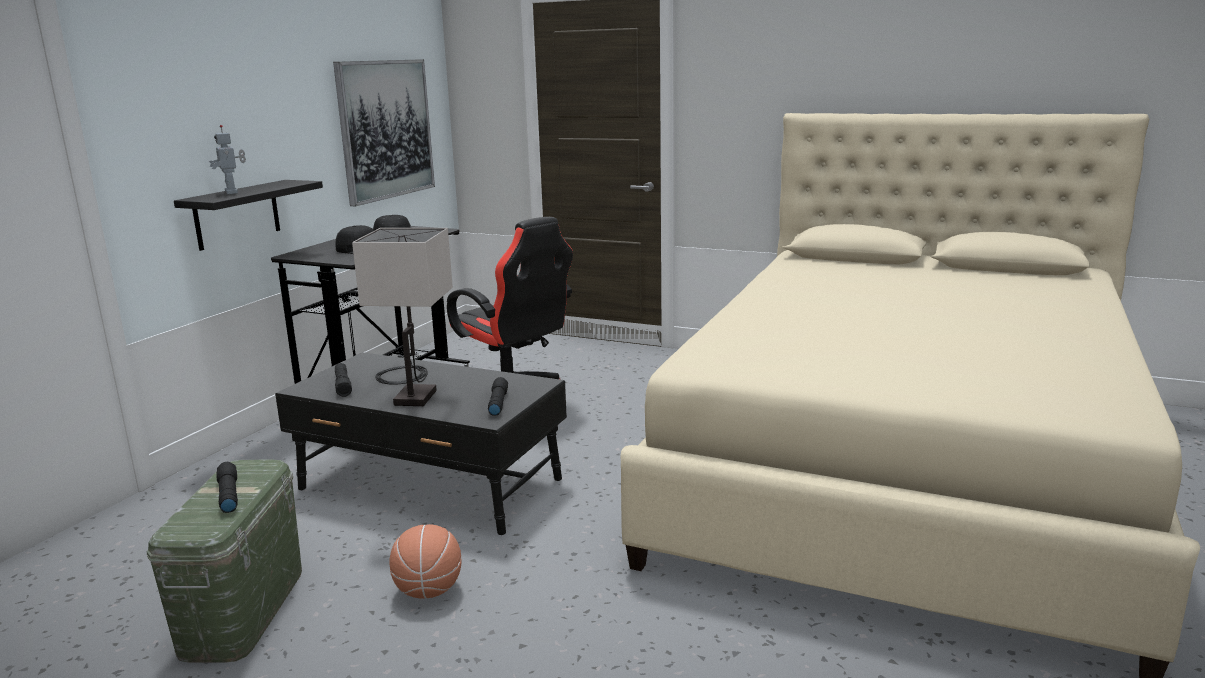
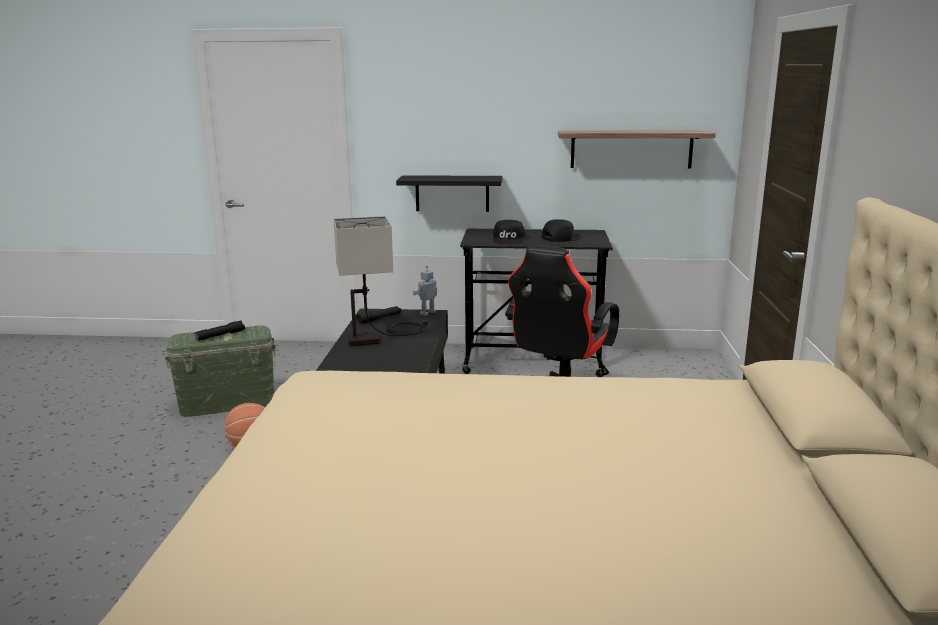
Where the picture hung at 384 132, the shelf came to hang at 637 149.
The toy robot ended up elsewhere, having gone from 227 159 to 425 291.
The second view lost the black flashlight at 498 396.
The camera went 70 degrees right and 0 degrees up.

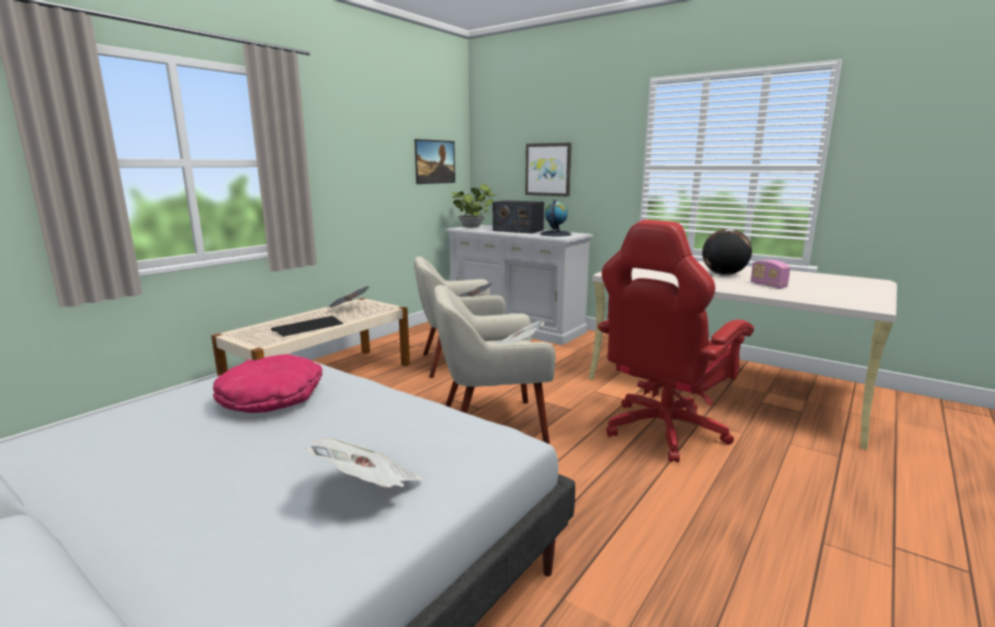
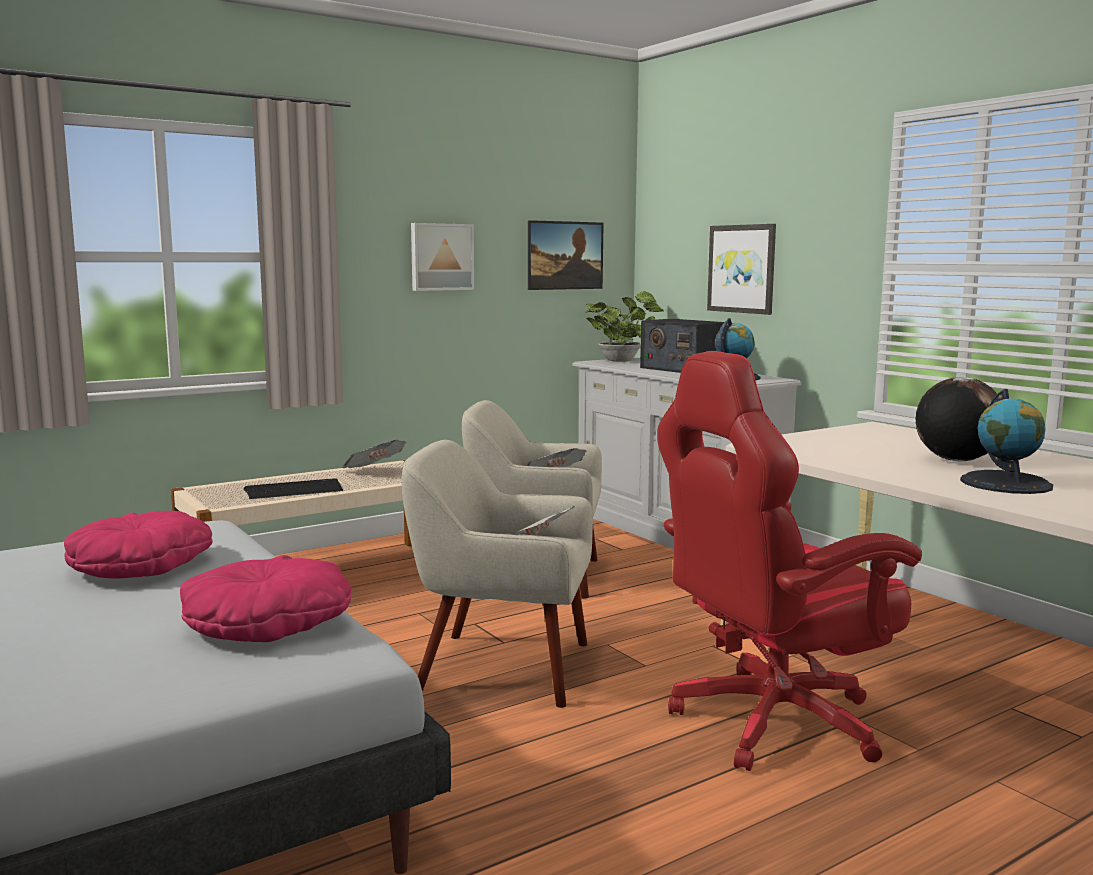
Where the radio stood at 771 274, the globe came to stand at 1006 441.
The second view lost the newspaper at 364 463.
The second view gained the picture at 442 257.
The second view gained the pink pillow at 265 598.
The camera went 20 degrees right and 5 degrees down.

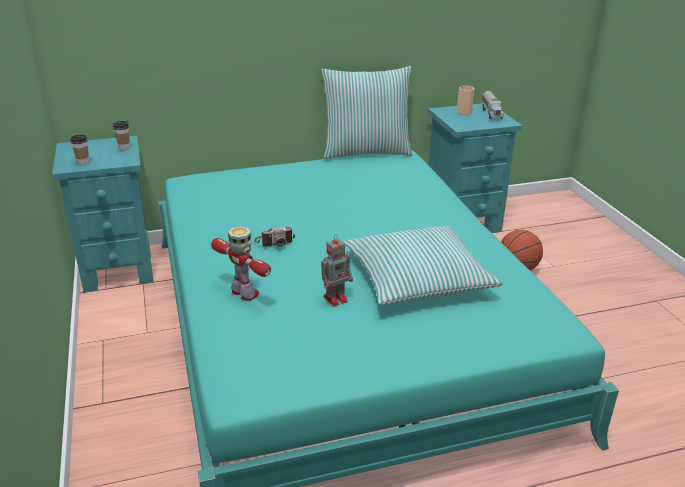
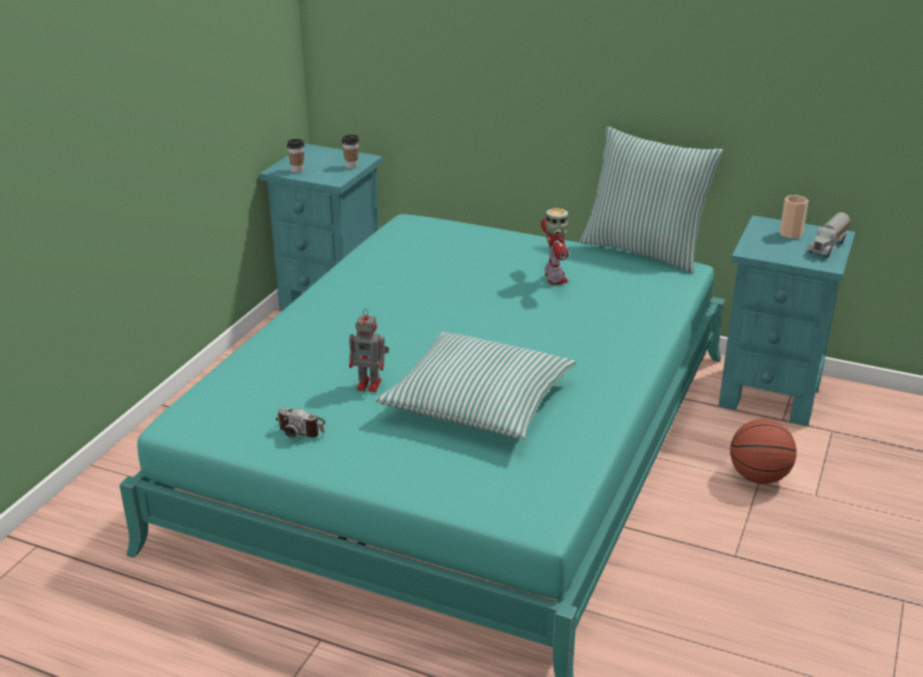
The toy robot ended up elsewhere, having gone from 241 263 to 555 246.
The photo camera ended up elsewhere, having gone from 274 236 to 300 422.
The camera went 40 degrees right and 0 degrees up.

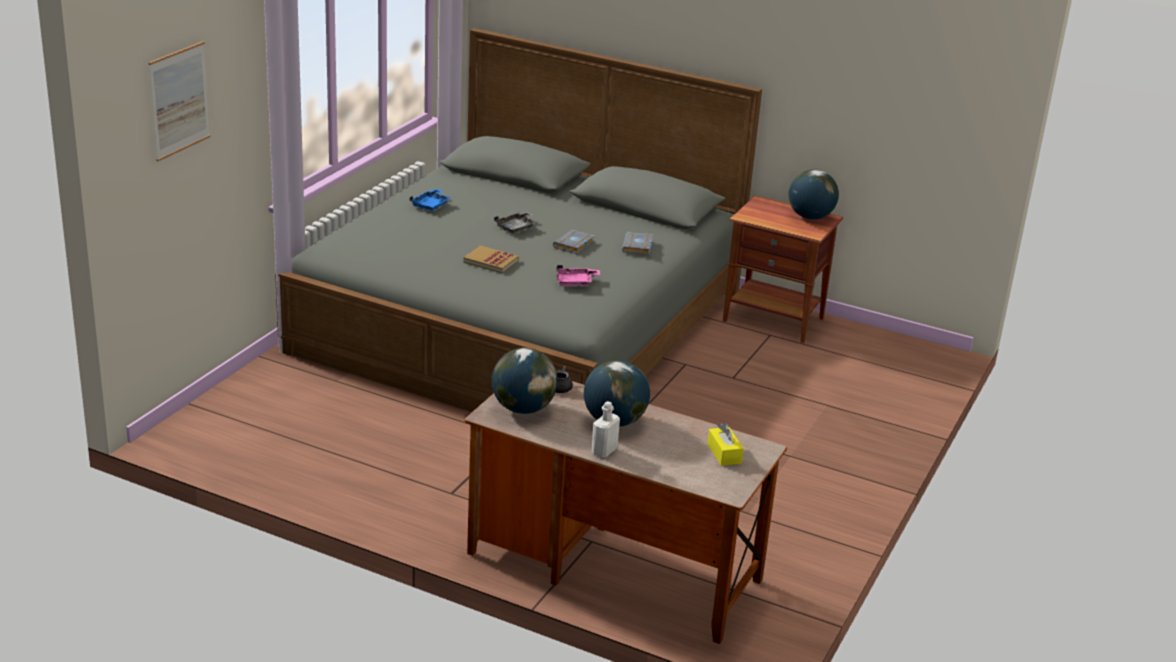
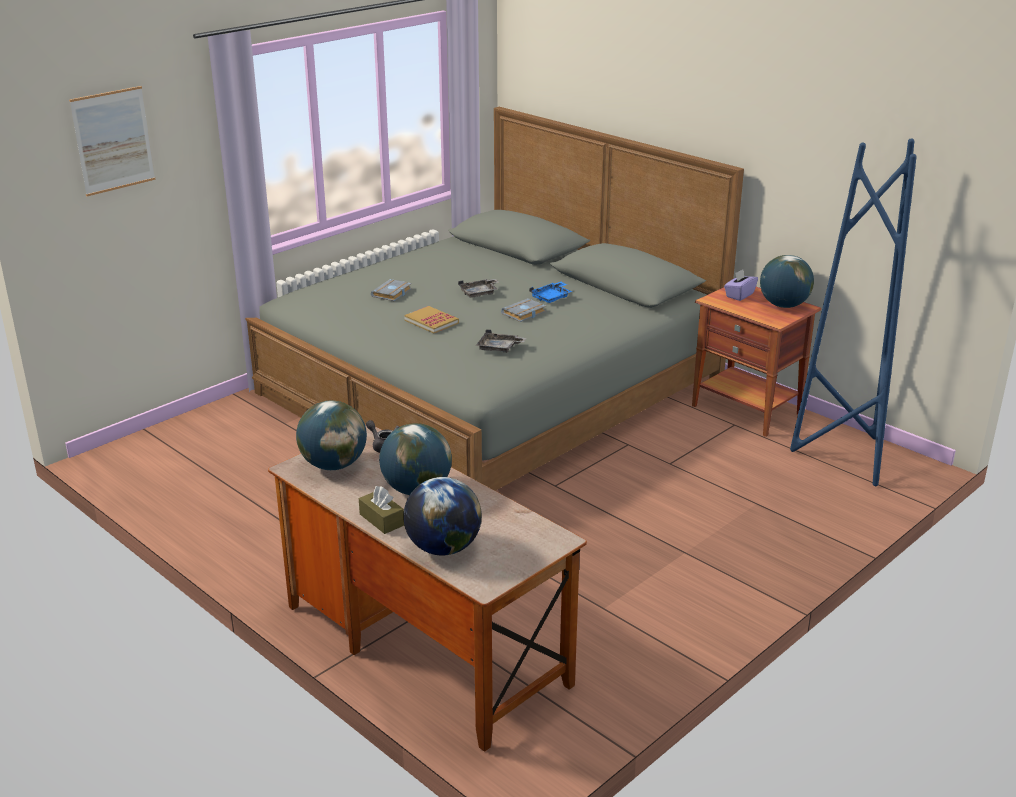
The blue tray ended up elsewhere, having gone from 431 200 to 550 292.
The grey book ended up elsewhere, having gone from 637 243 to 391 290.
What was the pink tray at 578 275 turned into the grey tray at 501 341.
Where the white bottle stood at 606 429, the brown tissue box came to stand at 381 510.
The second view lost the yellow tissue box at 725 444.
The second view gained the blue clothes rack at 853 312.
The second view gained the purple tissue box at 741 285.
The second view gained the globe at 442 516.
The camera went 20 degrees right and 0 degrees up.

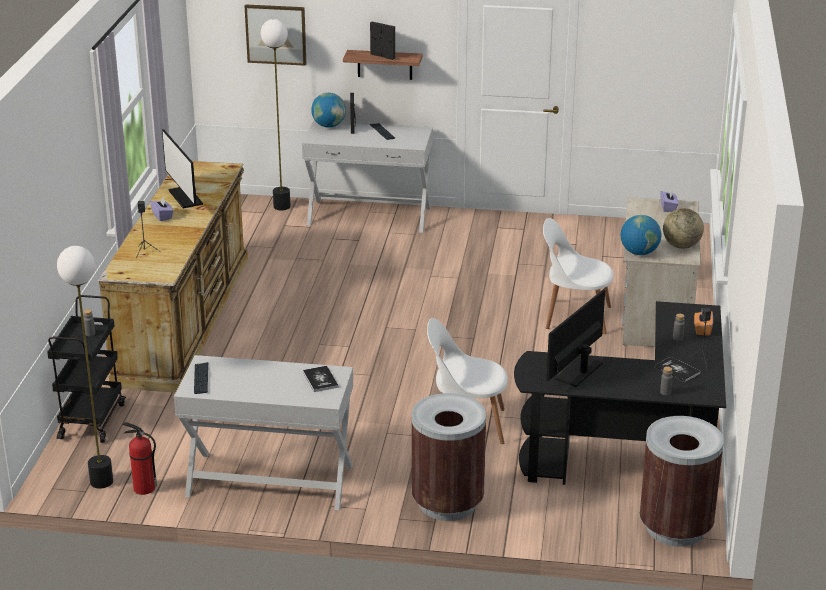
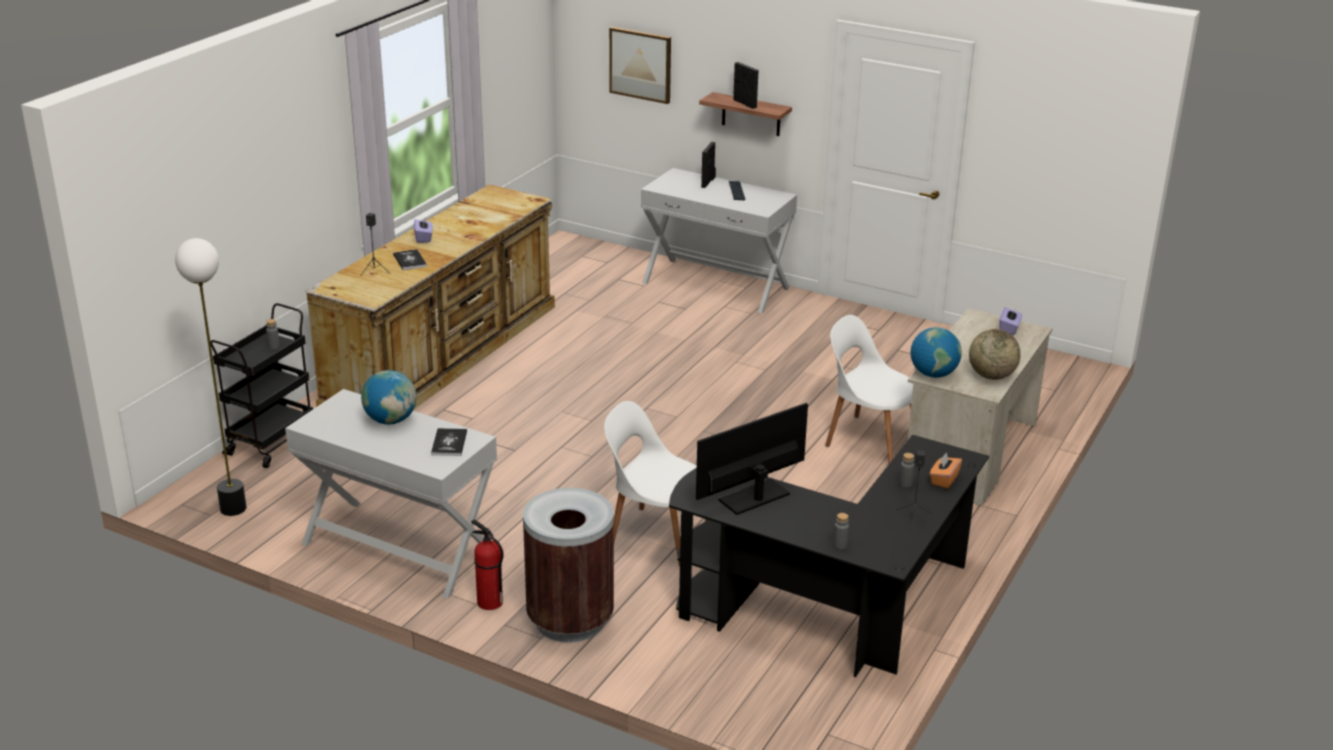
The second view lost the floor lamp at 276 114.
The globe ended up elsewhere, having gone from 328 110 to 389 397.
The second view lost the monitor at 182 168.
The book ended up elsewhere, having gone from 678 369 to 410 259.
The second view lost the keyboard at 201 378.
The second view lost the brown trash can at 681 481.
The fire extinguisher ended up elsewhere, having gone from 139 458 to 487 565.
The camera went 20 degrees right and 0 degrees up.

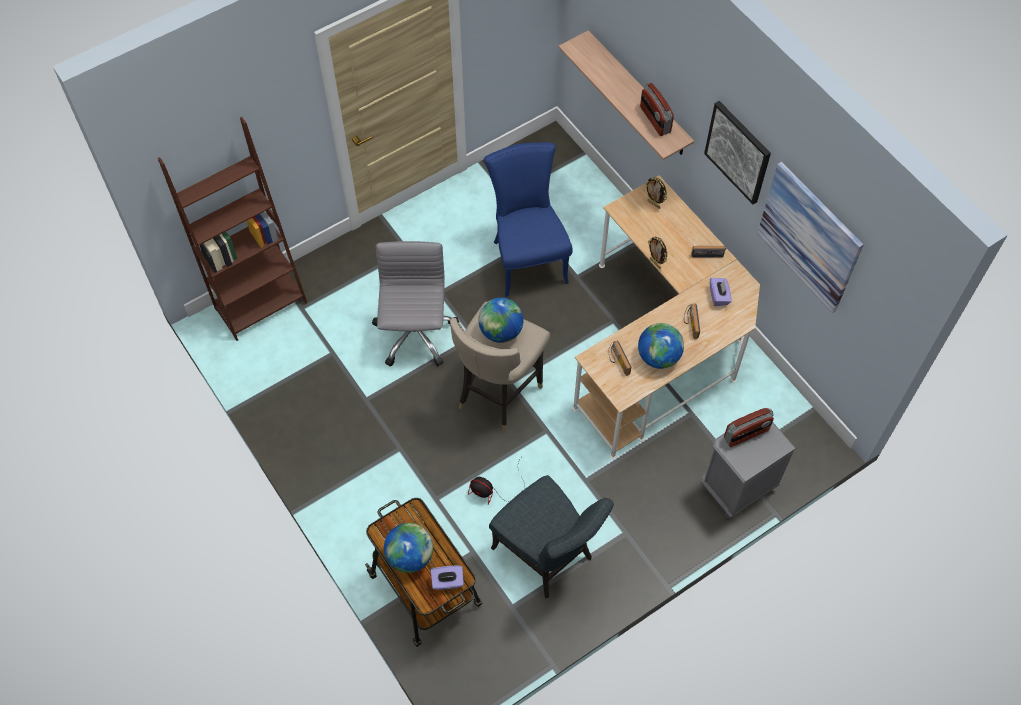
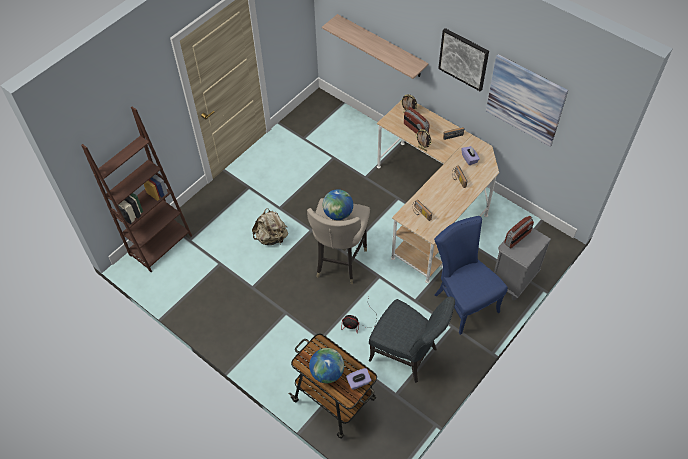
The radio ended up elsewhere, having gone from 657 109 to 417 120.
The blue chair ended up elsewhere, having gone from 528 220 to 471 275.
Where the grey office chair stood at 415 303, the beige backpack came to stand at 270 226.
The second view lost the globe at 661 346.
The camera went 15 degrees left and 5 degrees down.

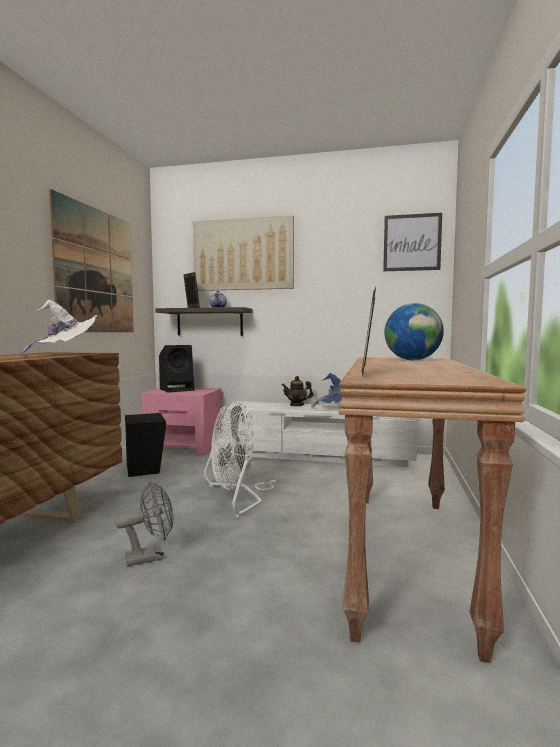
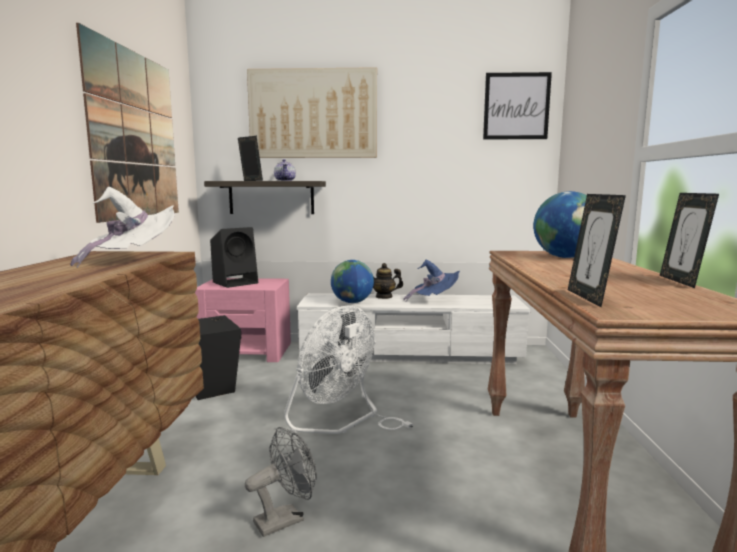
The white fan at 241 459 ended up facing another way, 75 degrees clockwise from before.
The second view gained the picture frame at 689 240.
The second view gained the globe at 352 281.
The camera went 10 degrees left and 5 degrees up.

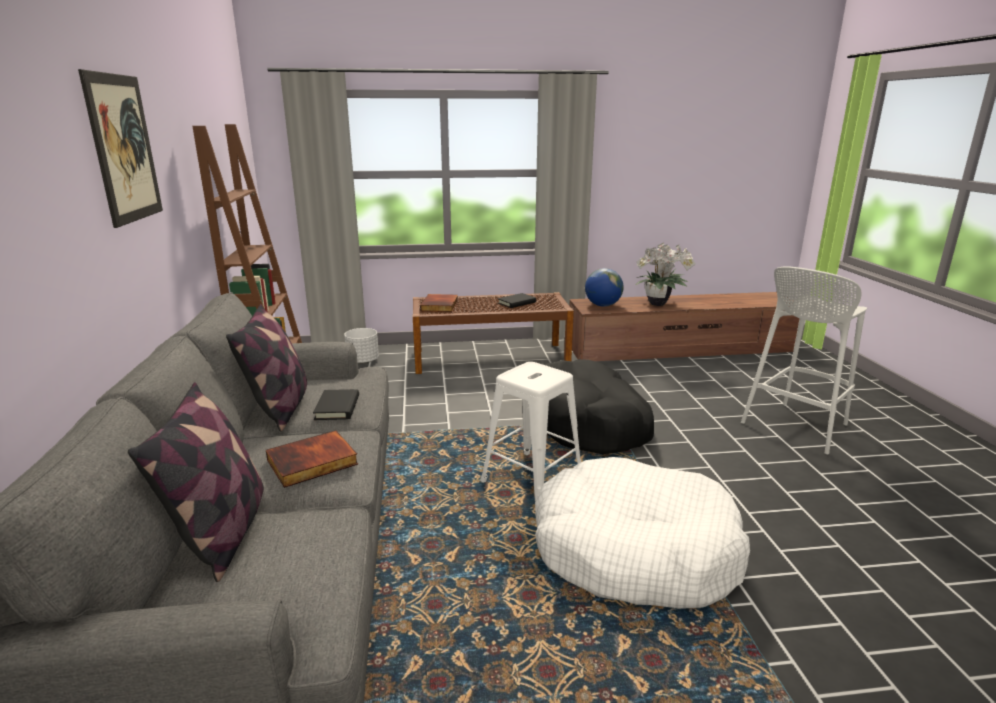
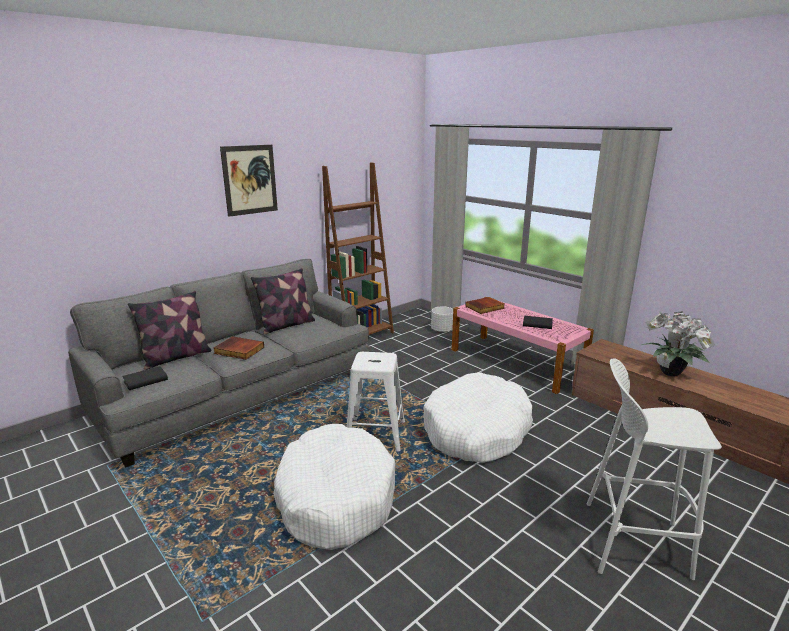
The second view lost the globe at 604 287.
What was the brown bench at 493 333 turned into the pink bench at 523 345.
What was the black dog bed at 597 406 turned into the white dog bed at 478 417.
The black book ended up elsewhere, having gone from 336 404 to 145 378.
The camera went 55 degrees right and 0 degrees up.

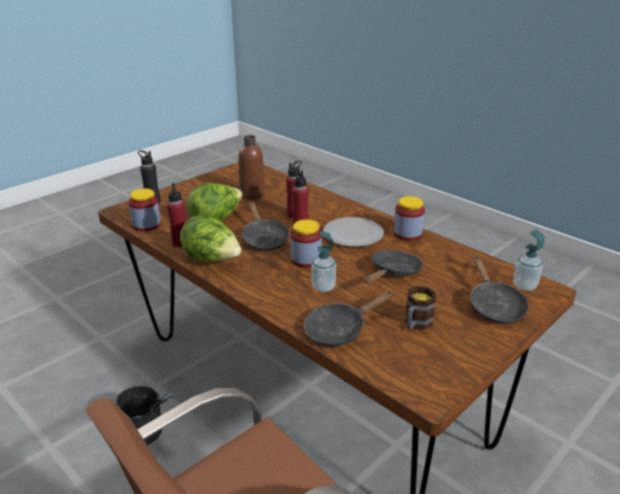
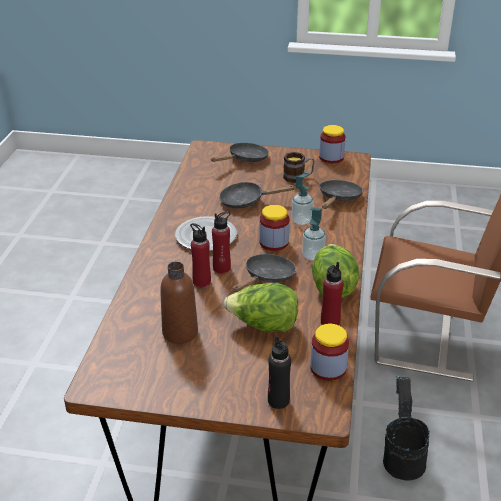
The jar ended up elsewhere, having gone from 409 218 to 332 144.
The soap dispenser ended up elsewhere, having gone from 529 260 to 314 234.
The black frying pan at 349 319 ended up facing another way, 90 degrees counterclockwise from before.
The camera went 125 degrees left and 5 degrees up.

